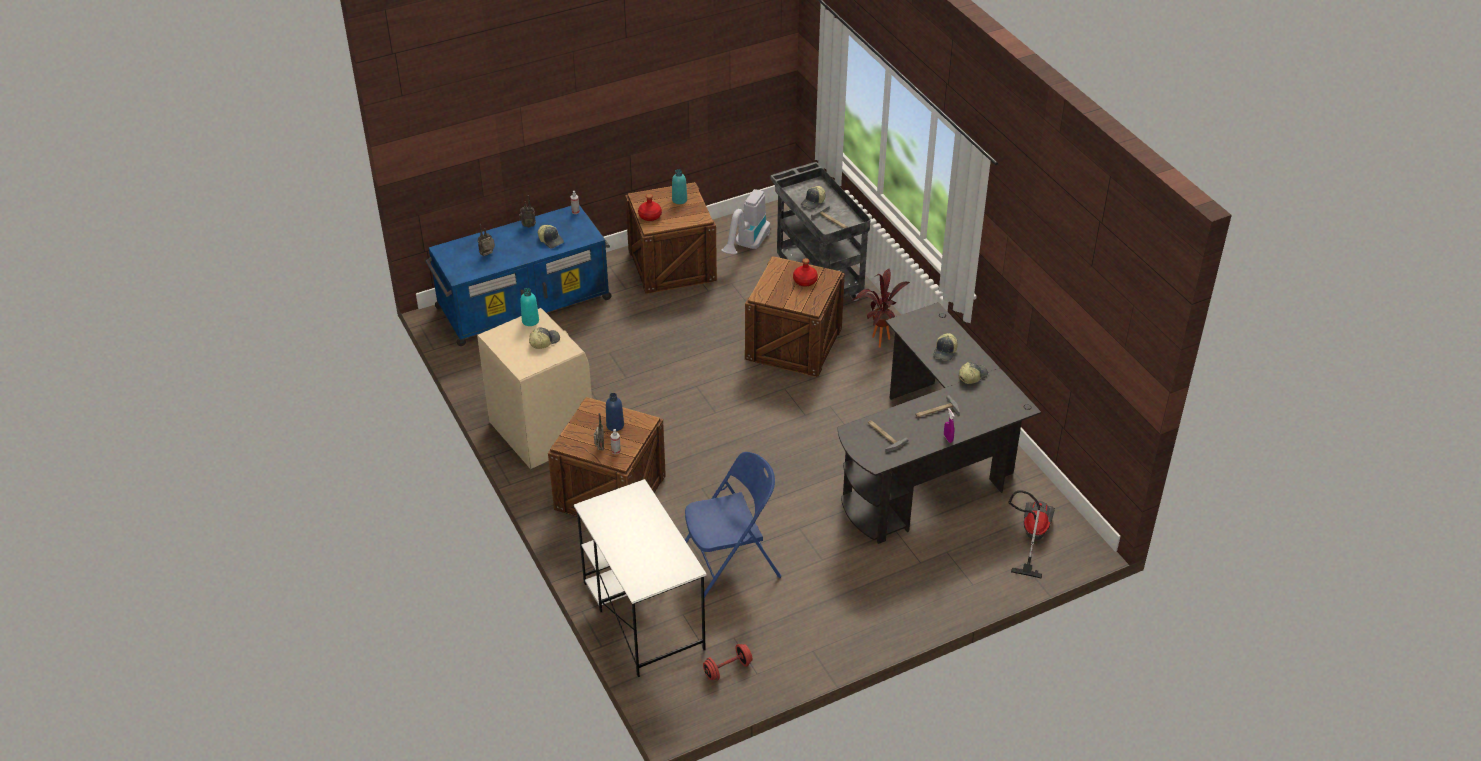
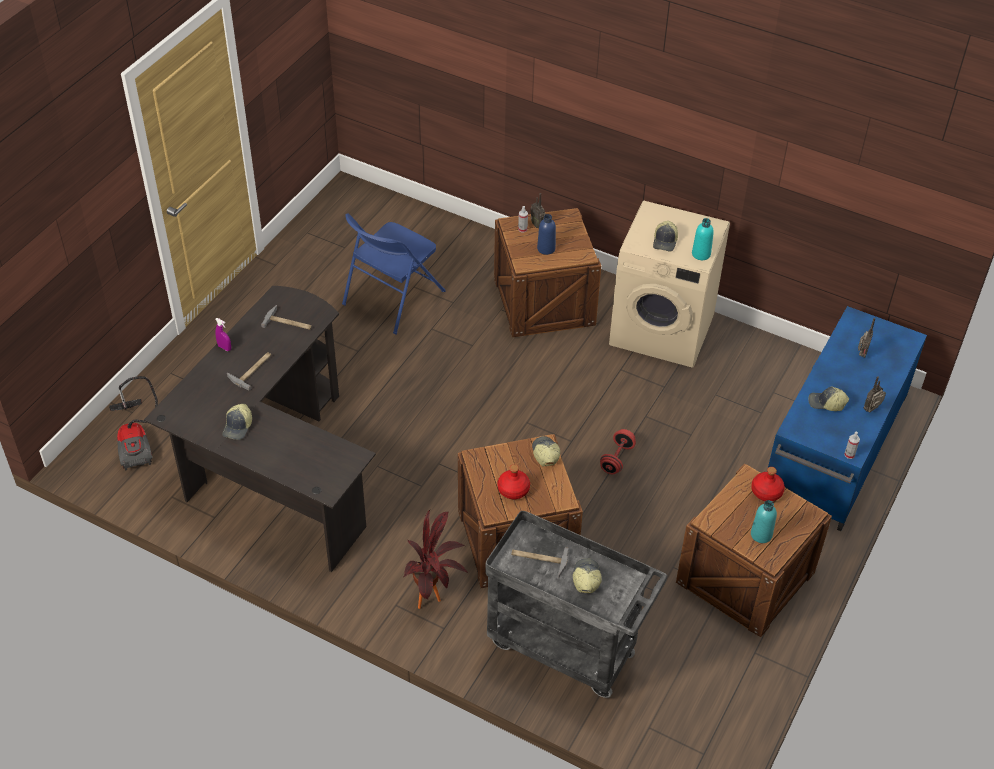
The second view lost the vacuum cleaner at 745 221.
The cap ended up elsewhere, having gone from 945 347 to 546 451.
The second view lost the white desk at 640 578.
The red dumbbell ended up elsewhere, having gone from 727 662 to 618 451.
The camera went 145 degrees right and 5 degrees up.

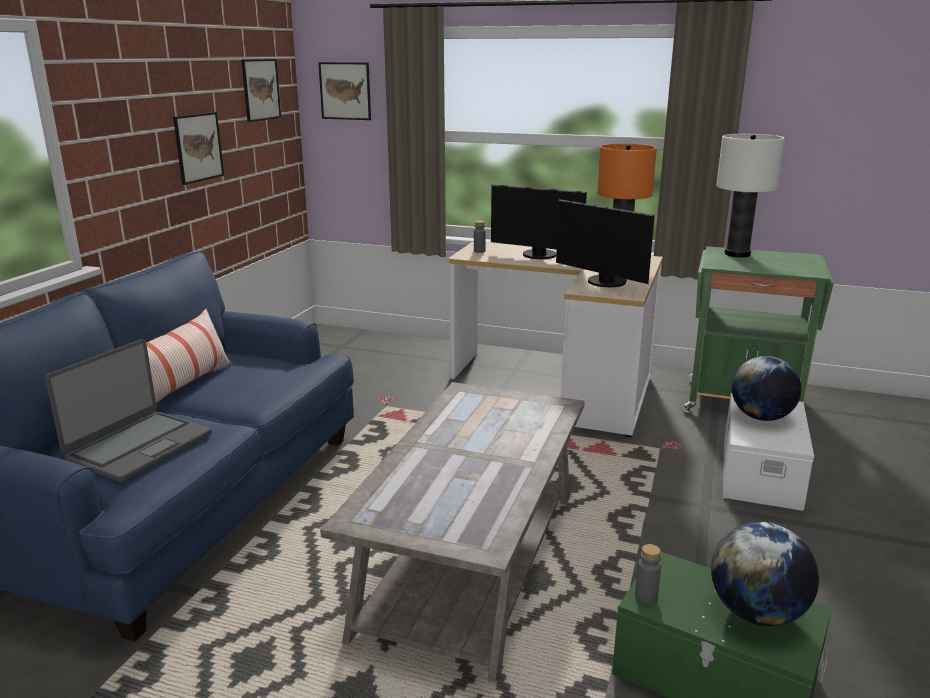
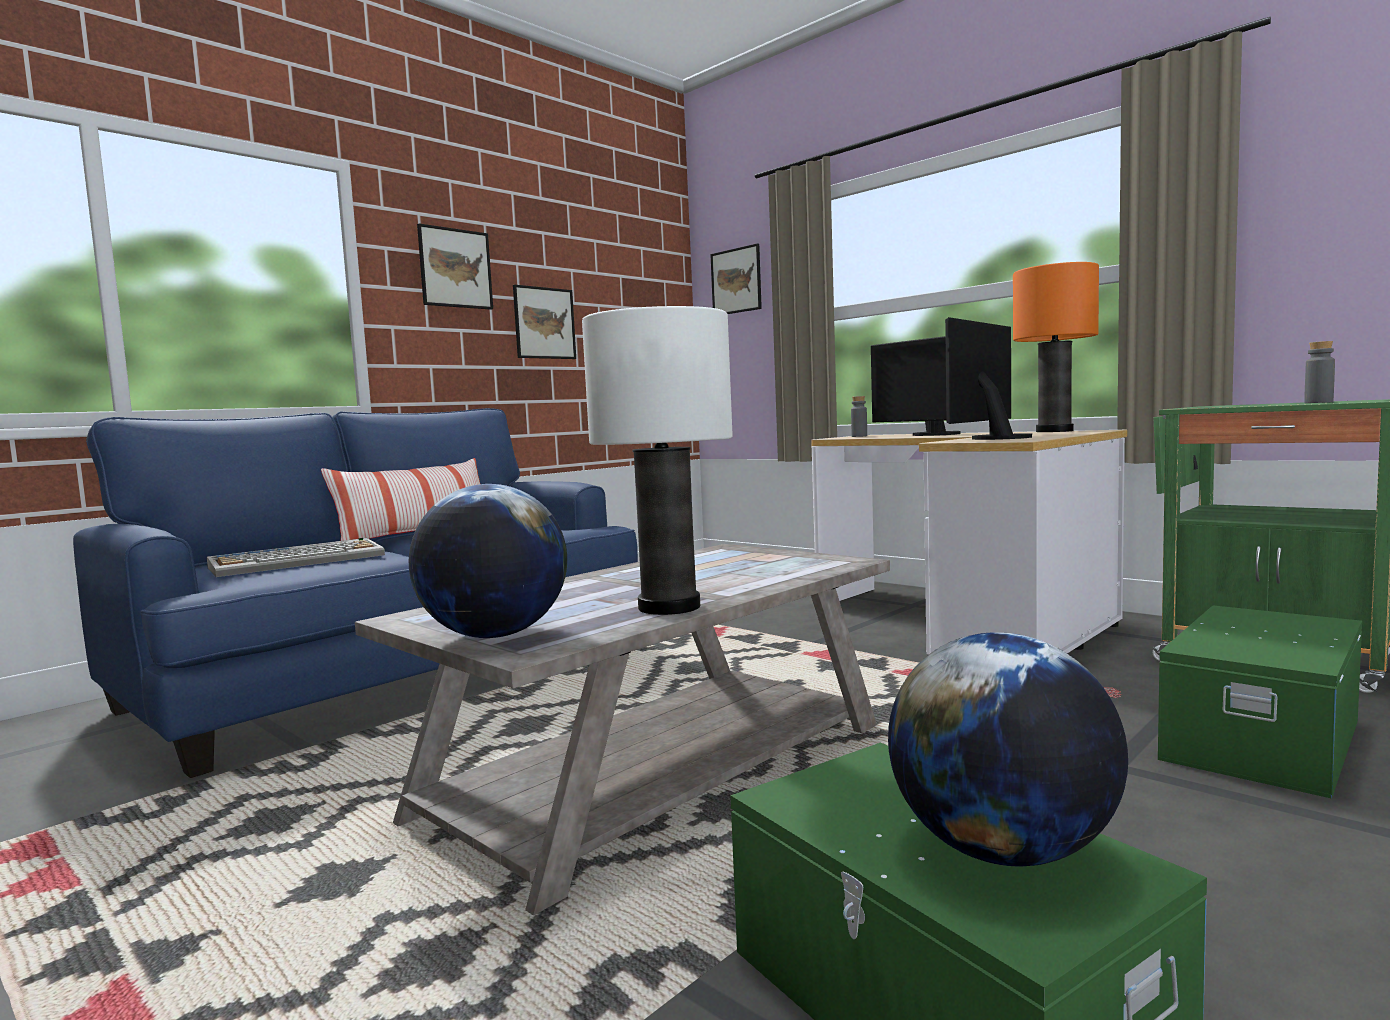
The picture ended up elsewhere, having gone from 261 90 to 455 266.
The white table lamp ended up elsewhere, having gone from 750 195 to 657 460.
The monitor at 605 243 ended up facing another way, 60 degrees clockwise from before.
Where the laptop stood at 128 410, the keyboard came to stand at 296 557.
The globe ended up elsewhere, having gone from 766 388 to 488 561.
What was the white storage box at 768 452 turned into the green storage box at 1260 702.
The grey bottle ended up elsewhere, having gone from 648 574 to 1319 372.
The camera went 25 degrees right and 15 degrees down.

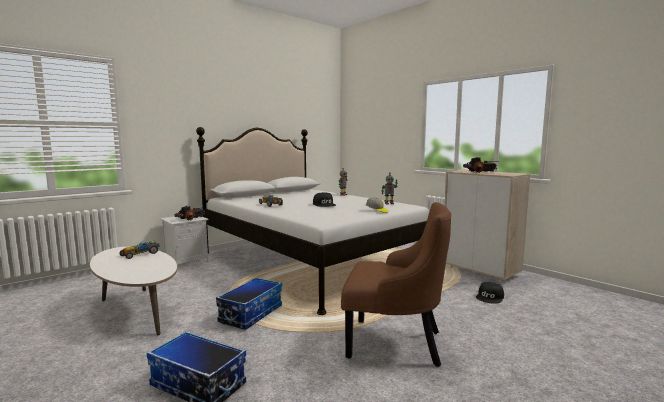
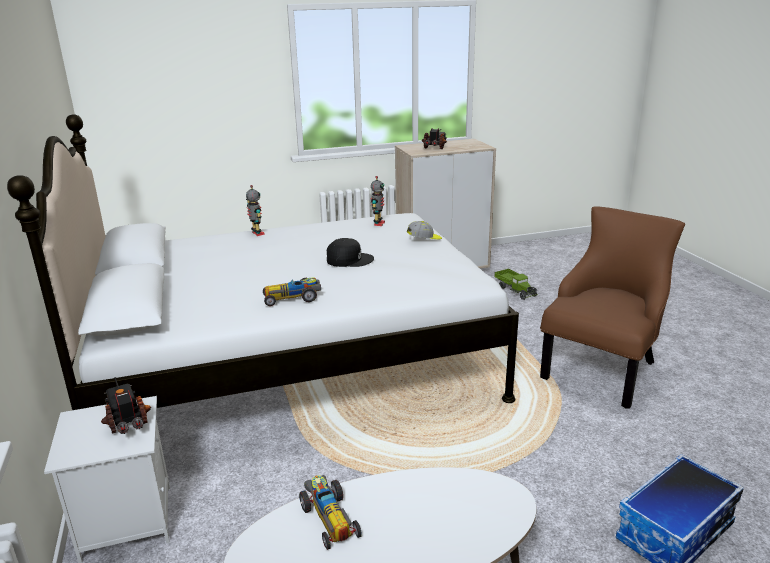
The second view lost the storage box at 249 303.
Where the black cap stood at 490 293, the toy truck came to stand at 515 284.
The camera went 65 degrees left and 15 degrees up.

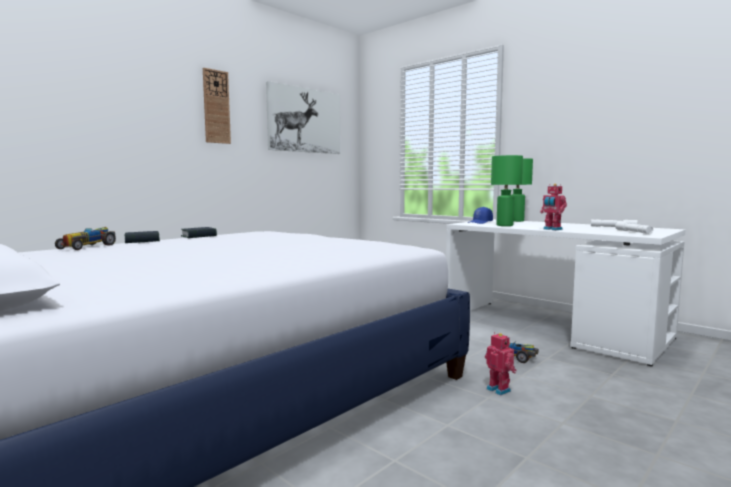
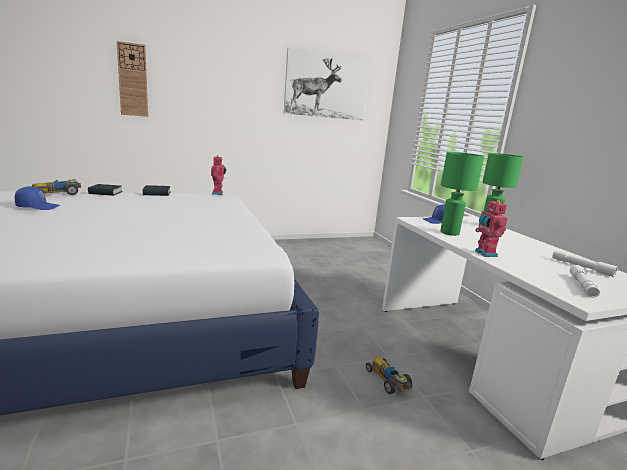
The wall clock ended up elsewhere, having gone from 217 106 to 132 79.
The toy robot ended up elsewhere, having gone from 500 364 to 218 175.
The second view gained the blue cap at 37 198.
The camera went 25 degrees right and 10 degrees up.

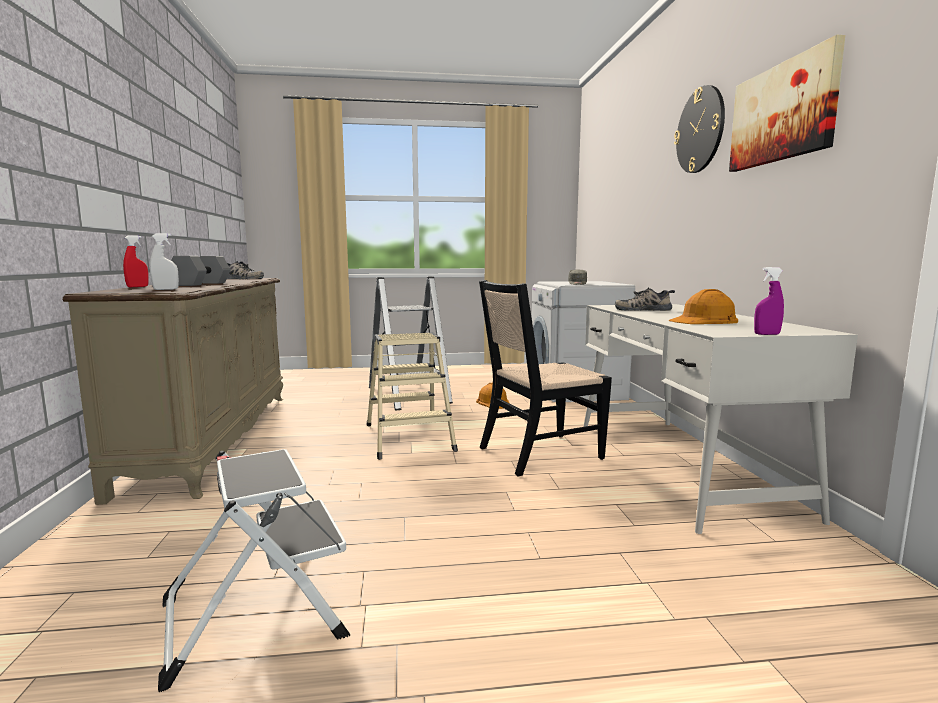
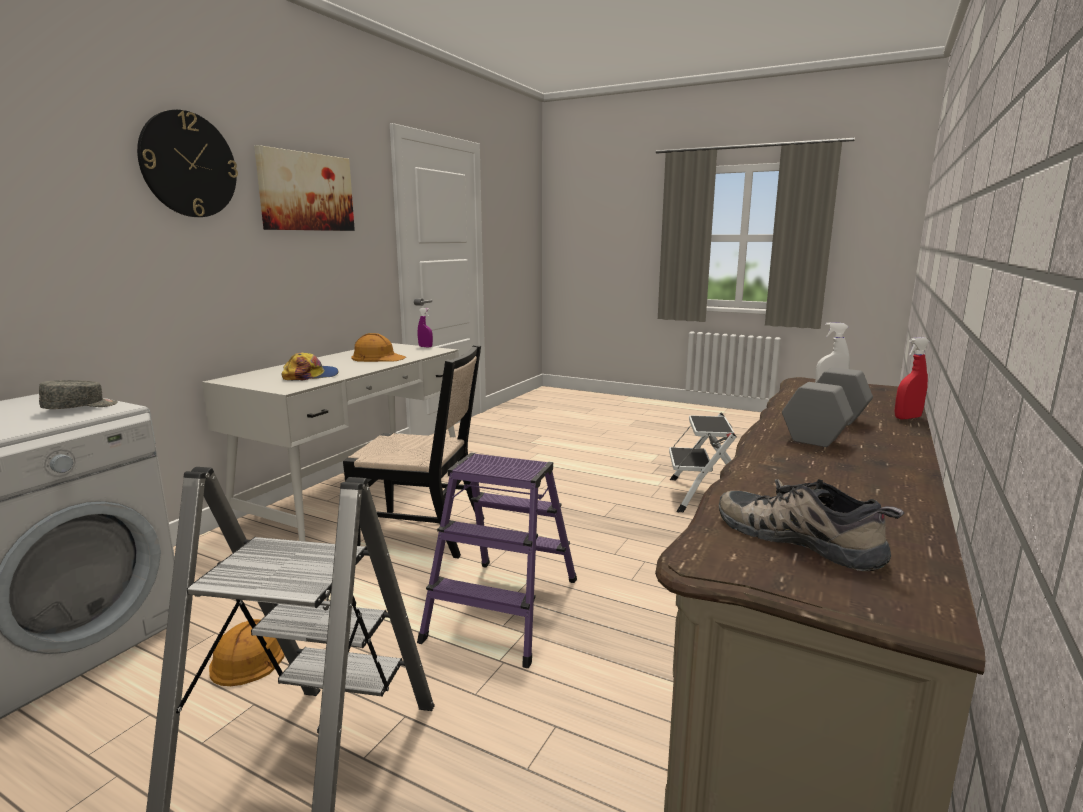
Where the shoe stood at 645 299, the cap came to stand at 310 366.
What was the beige step ladder at 412 396 turned into the purple step ladder at 497 560.
The camera went 145 degrees left and 5 degrees up.

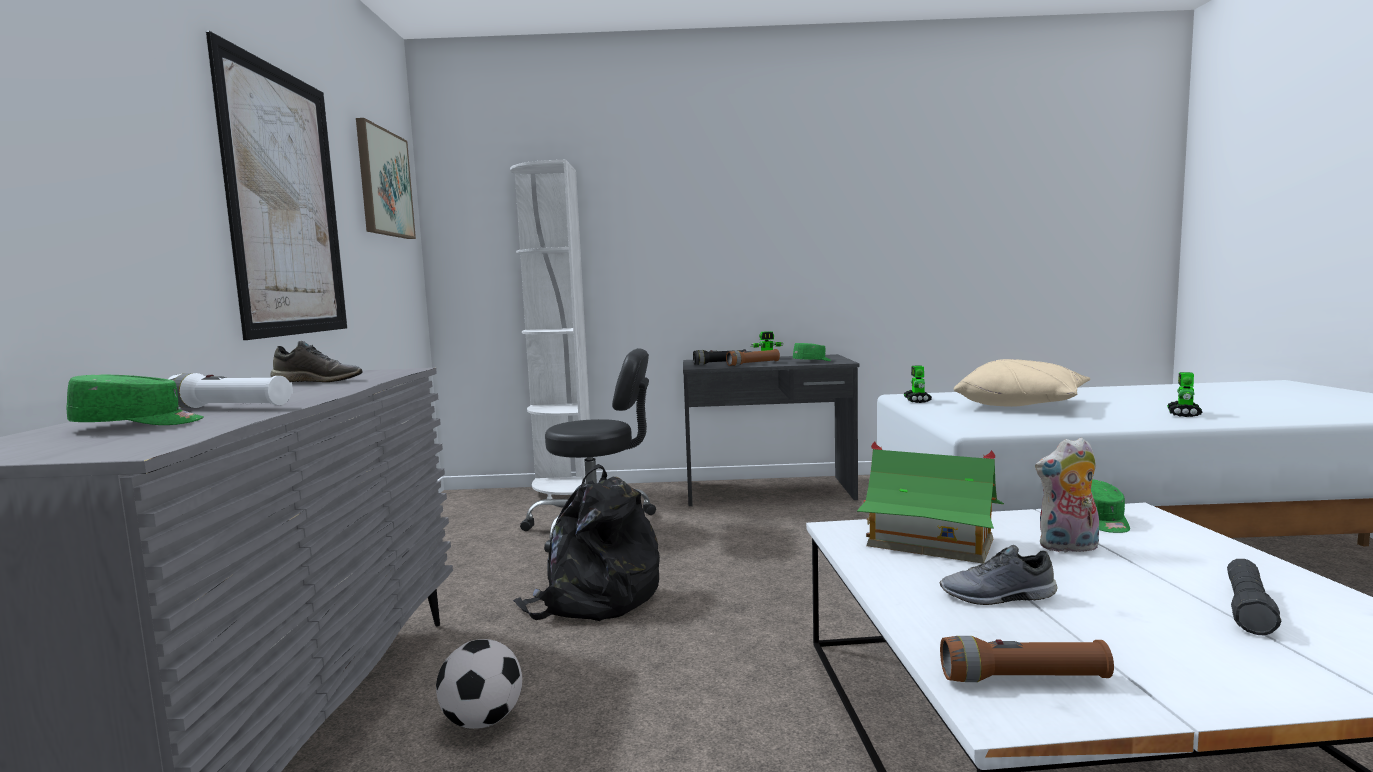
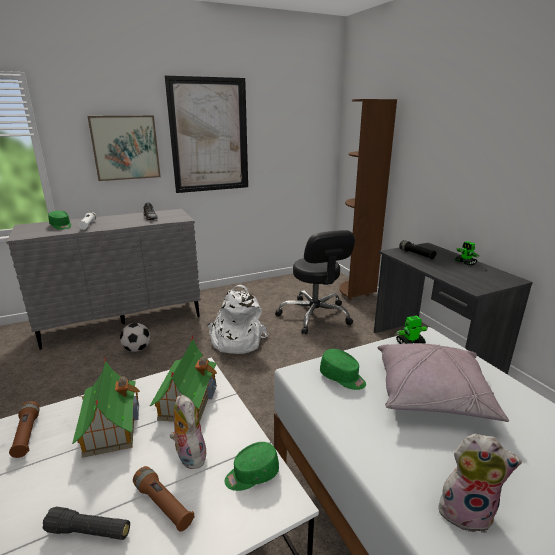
The picture ended up elsewhere, having gone from 386 178 to 124 148.
What was the white bookcase at 550 329 turned into the brown bookcase at 368 199.
The green cap ended up elsewhere, having gone from 812 352 to 343 369.
The brown flashlight ended up elsewhere, having gone from 753 357 to 164 499.
What was the beige pillow at 1021 383 turned into the purple pillow at 443 382.
Where the toy robot stood at 1184 394, the plush toy came to stand at 480 483.
What was the black backpack at 586 542 turned into the white backpack at 238 319.
Where the grey shoe stood at 998 575, the toy house came to stand at 106 407.
The camera went 65 degrees right and 15 degrees up.

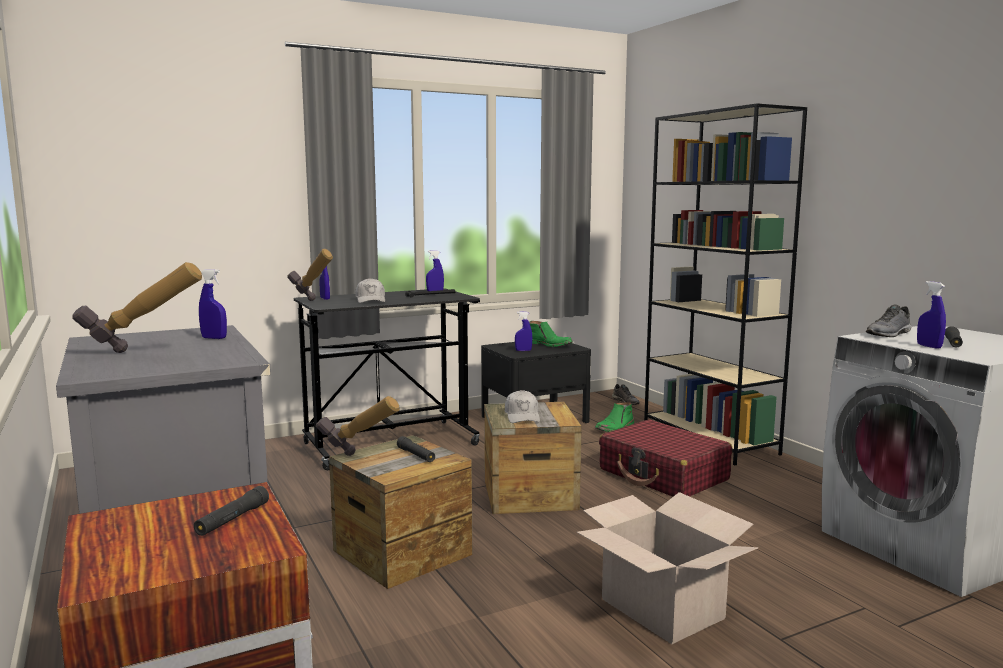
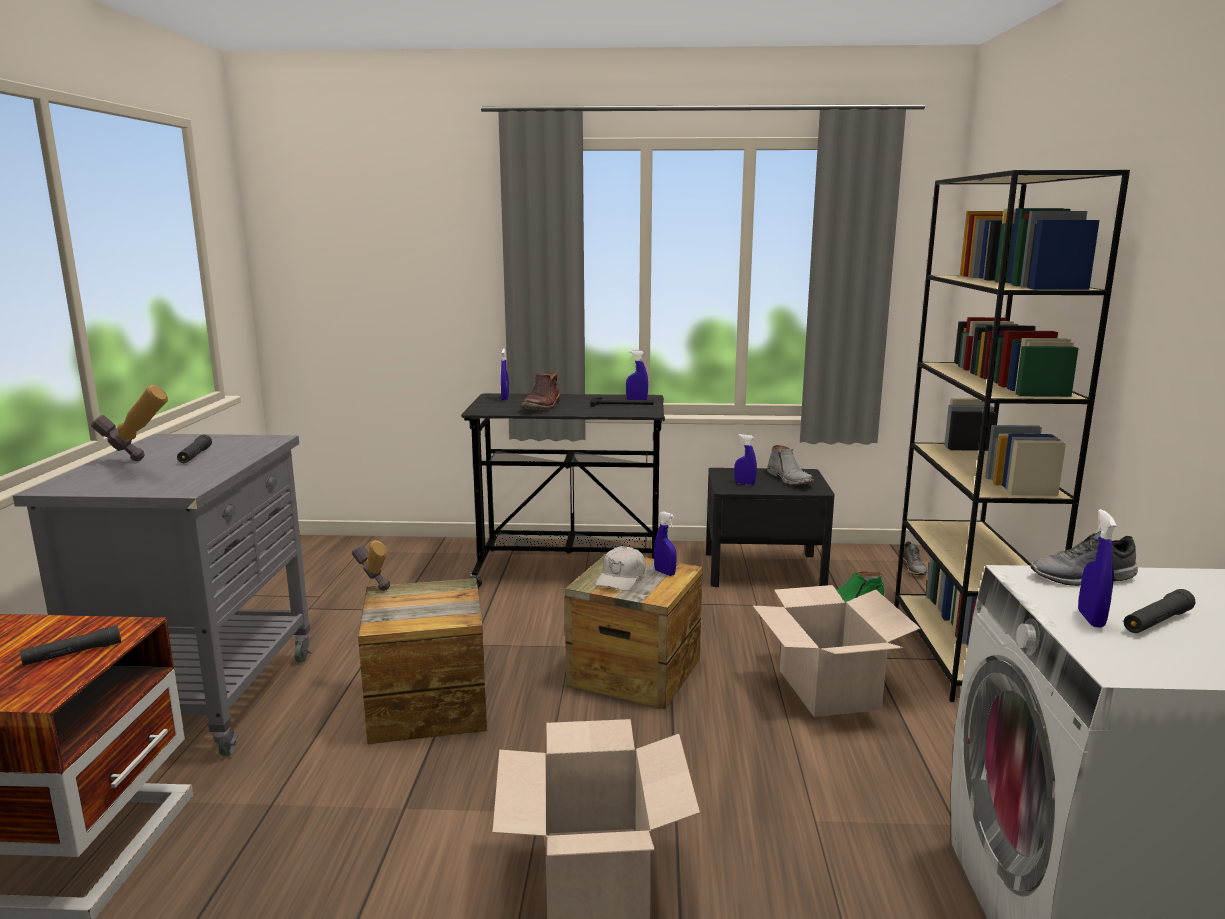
The second view lost the hammer at 310 275.
The blue spray bottle ended up elsewhere, having gone from 213 304 to 665 543.
Where the white cap stood at 370 290, the brown boot came to stand at 540 391.
What was the green boot at 551 334 turned into the grey boot at 790 465.
Where the red suitcase stood at 665 458, the cardboard box came to stand at 837 651.
The black flashlight ended up elsewhere, having gone from 416 449 to 194 449.
The camera went 30 degrees right and 5 degrees up.

